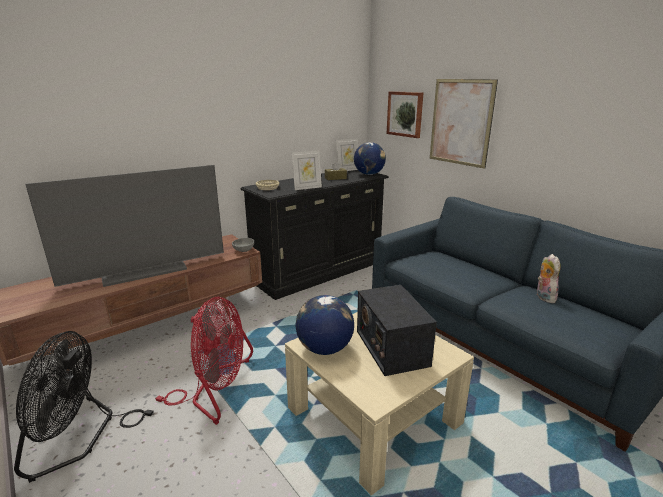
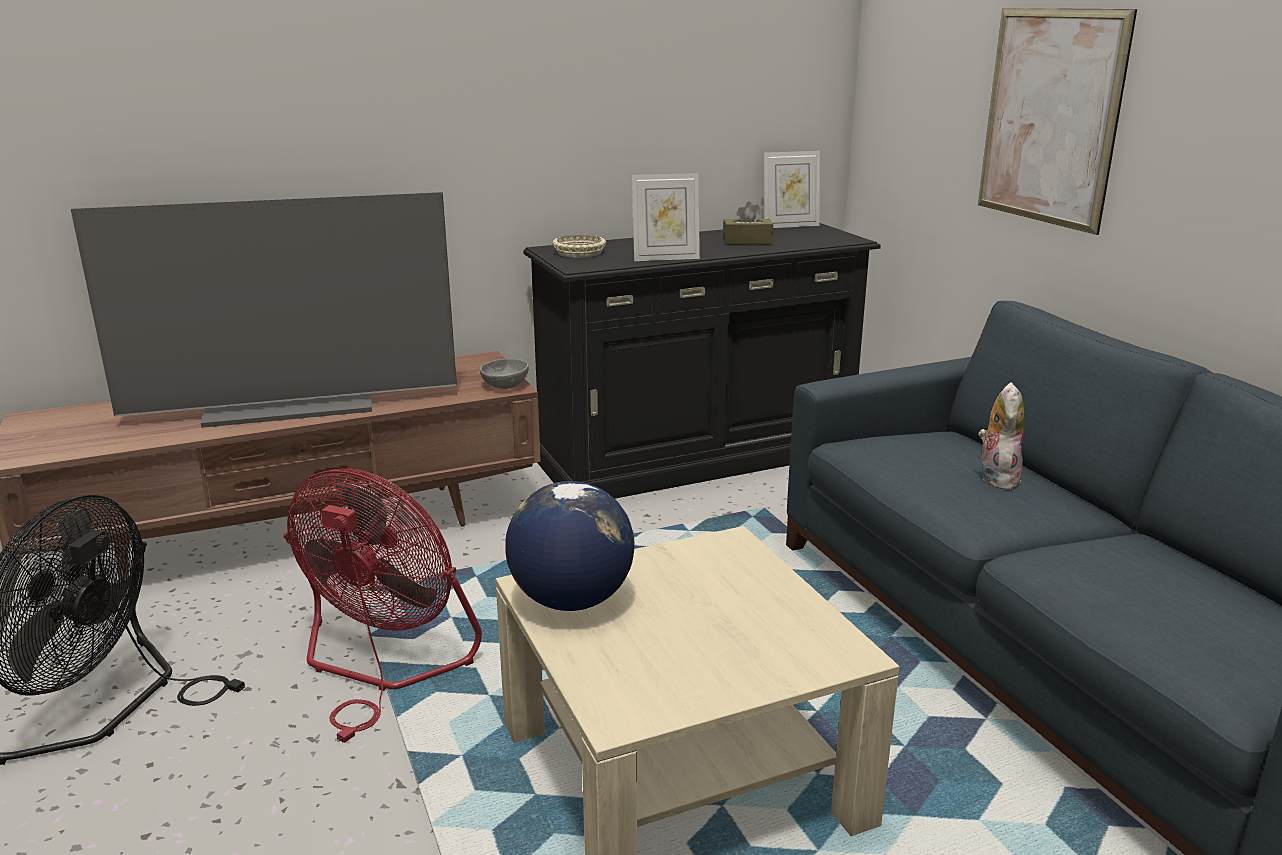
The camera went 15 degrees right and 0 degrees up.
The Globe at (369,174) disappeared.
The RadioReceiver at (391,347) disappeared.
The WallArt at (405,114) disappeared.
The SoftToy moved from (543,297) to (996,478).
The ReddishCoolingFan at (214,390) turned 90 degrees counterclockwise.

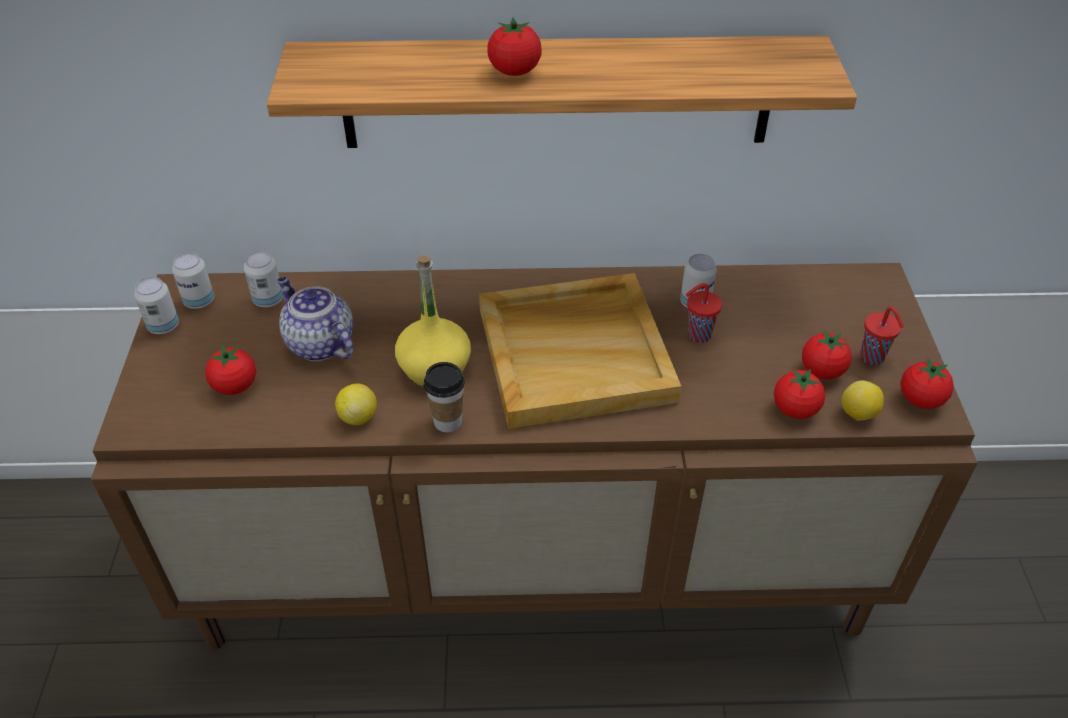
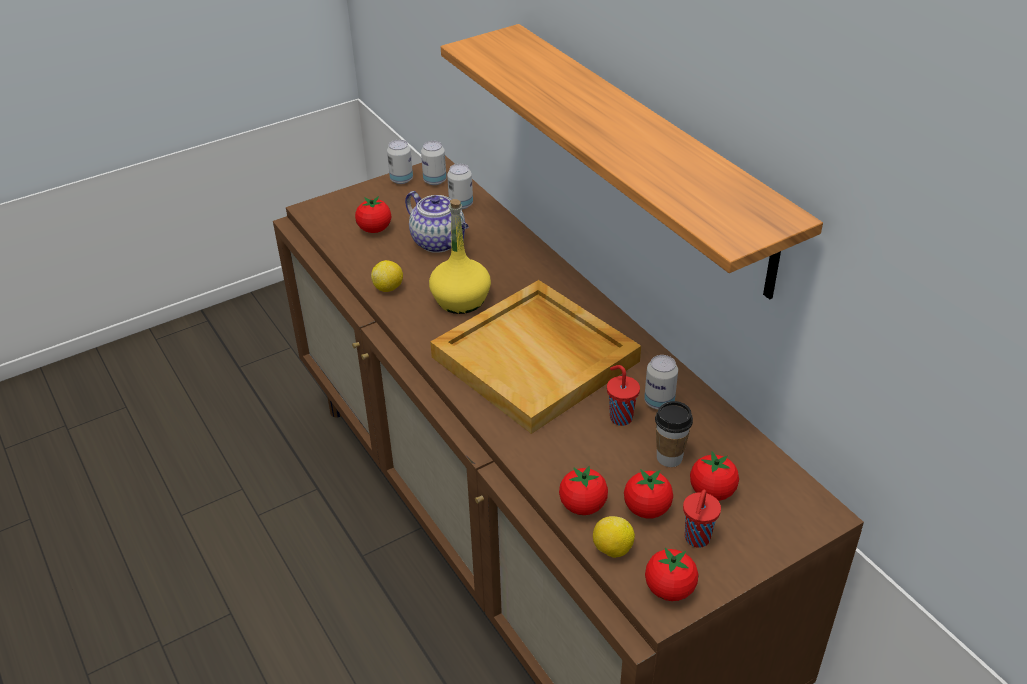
The camera went 60 degrees right and 5 degrees down.
The Cup moved from (448,422) to (669,458).
The FreshTomato moved from (514,71) to (712,492).
The TeaPot at (319,344) turned 120 degrees clockwise.

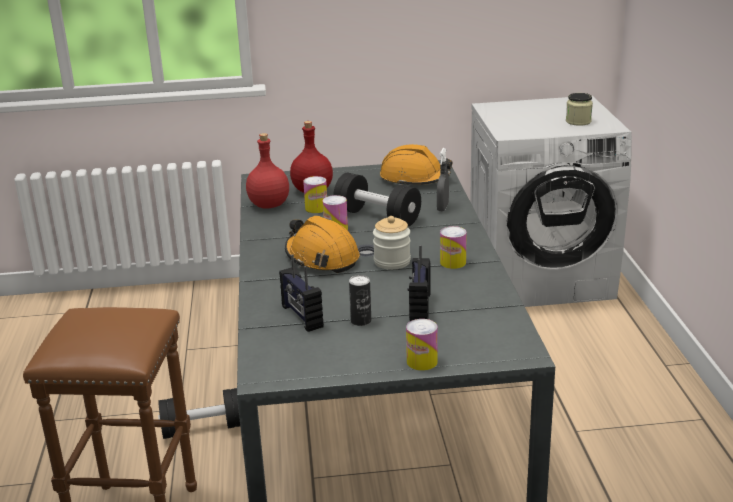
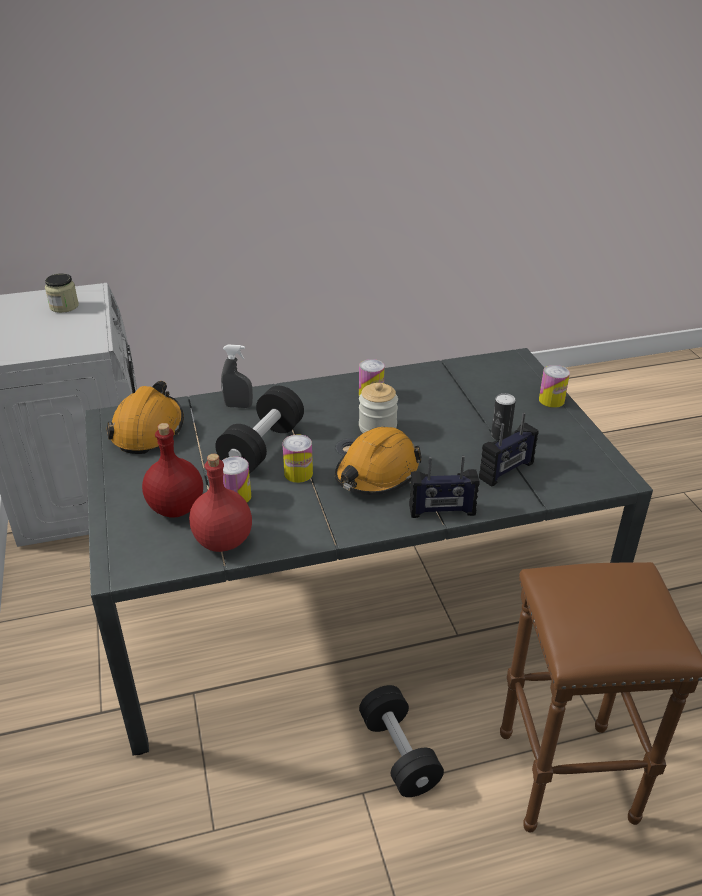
The camera went 100 degrees left and 10 degrees up.
The RadioReceiver moved from (419,307) to (442,511).

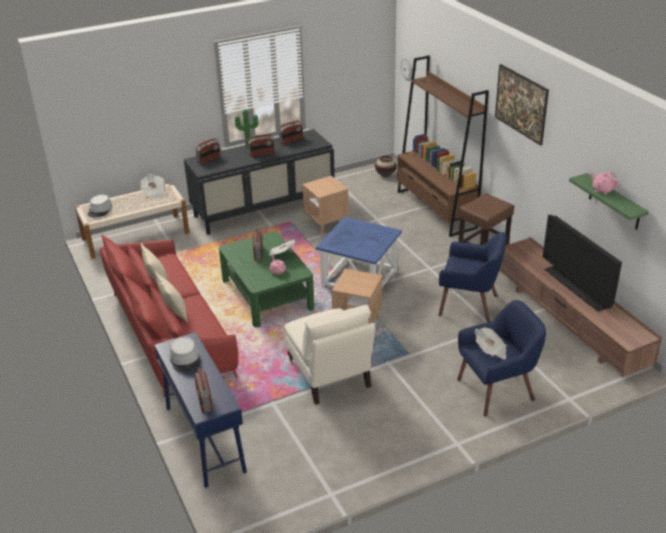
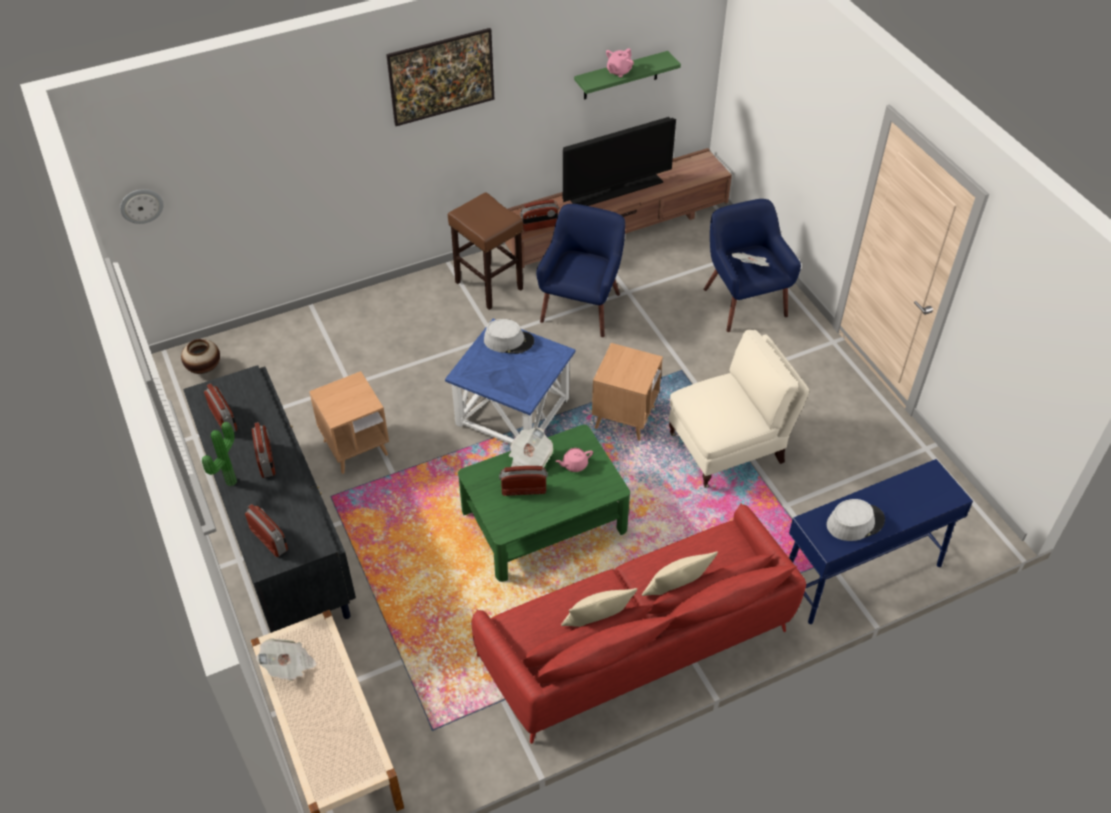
The camera went 90 degrees left and 15 degrees up.
The BrownColouredShelvingUnit at (436,209) disappeared.
The GrayWearableHat moved from (100,210) to (508,341).
The RadioReceiver moved from (204,400) to (539,226).

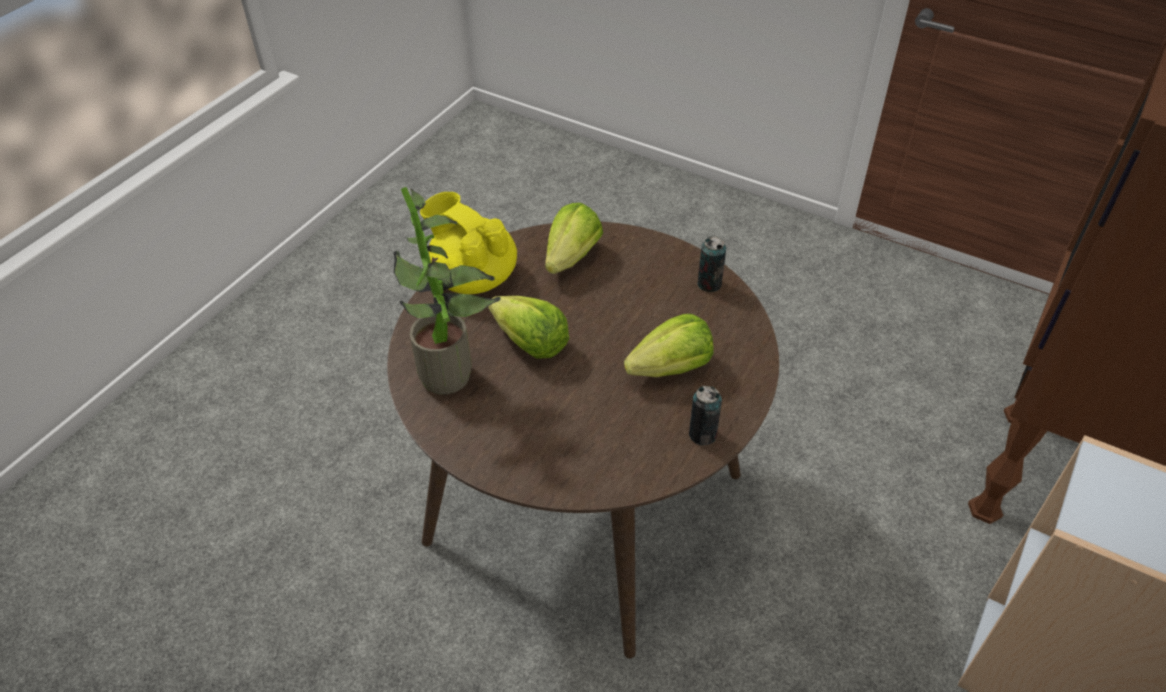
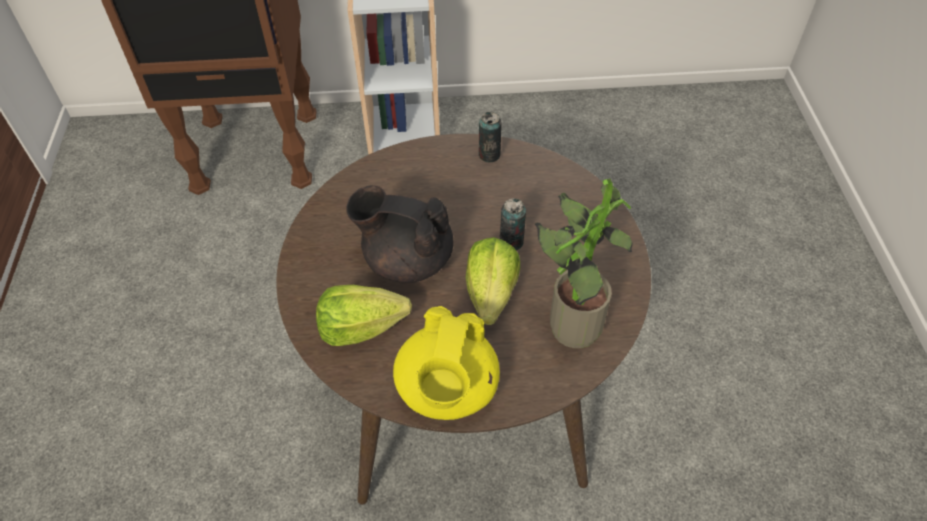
The camera went 125 degrees left and 5 degrees up.
The LettuceHead at (671,368) disappeared.
The BlackColouredTeaPot at (407,259) appeared.
The SealedCan moved from (709,284) to (511,242).

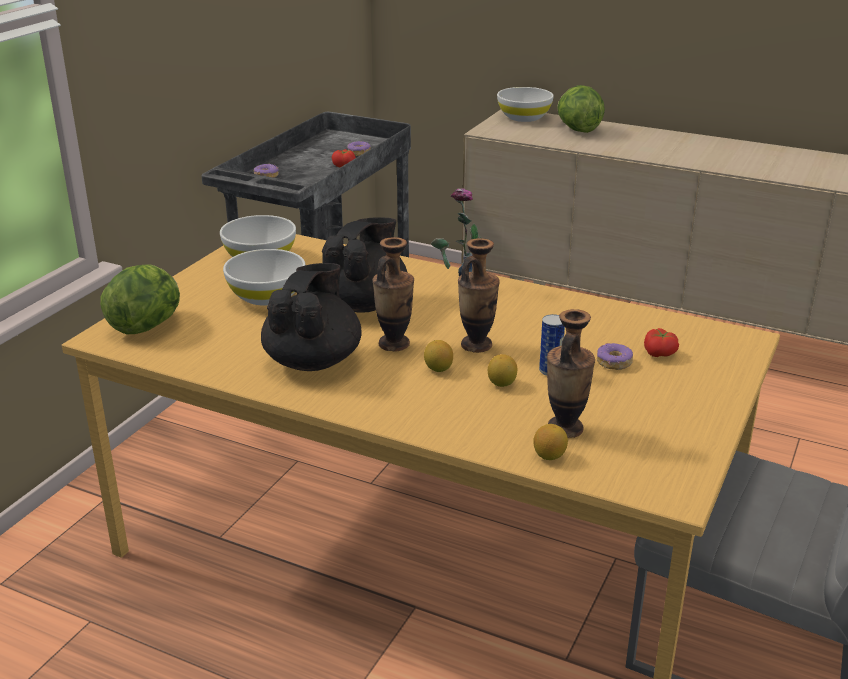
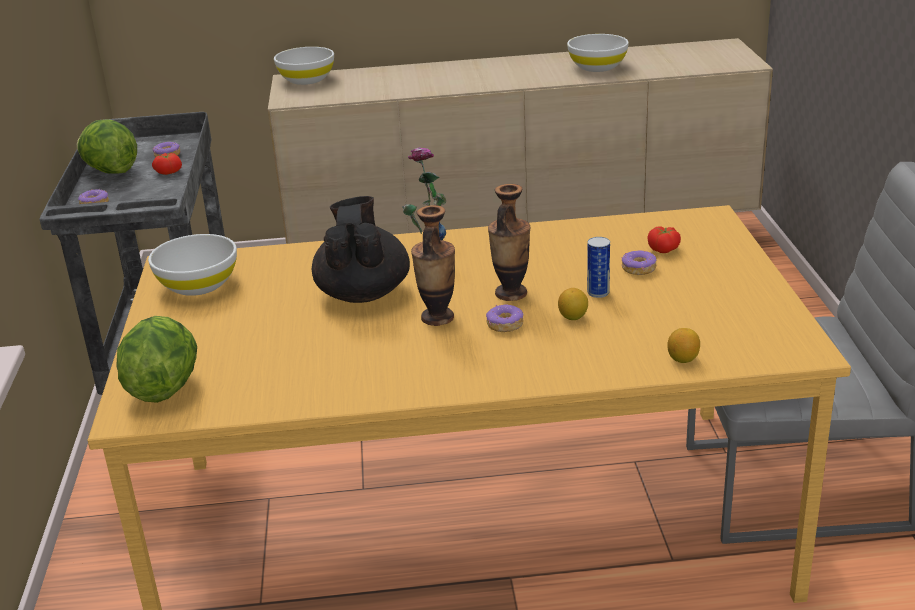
The camera went 30 degrees left and 0 degrees up.
The BlackColouredTeaPot at (313,360) disappeared.
The DecorativeVase at (565,428) disappeared.
The WhiteColouredServingBowl moved from (267,296) to (597,67).
The LettuceHead moved from (577,129) to (110,171).
The Lemon at (438,369) was replaced by the RingDoughnut at (504,324).

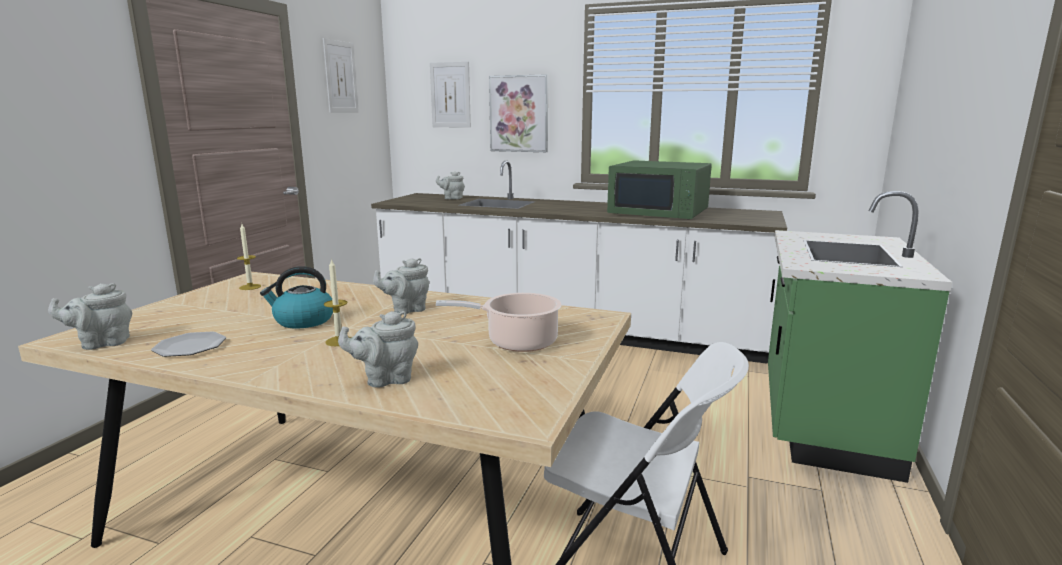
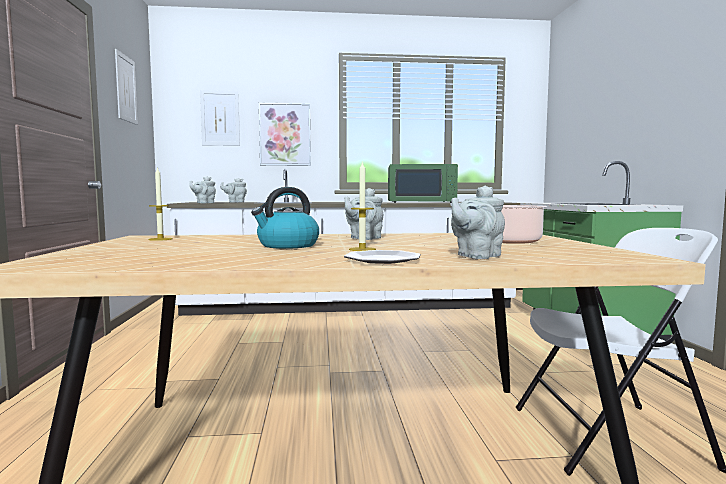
The camera went 25 degrees left and 10 degrees down.
The GrayTeaPot moved from (102,343) to (204,203).
The DinnerPlate moved from (189,347) to (382,260).

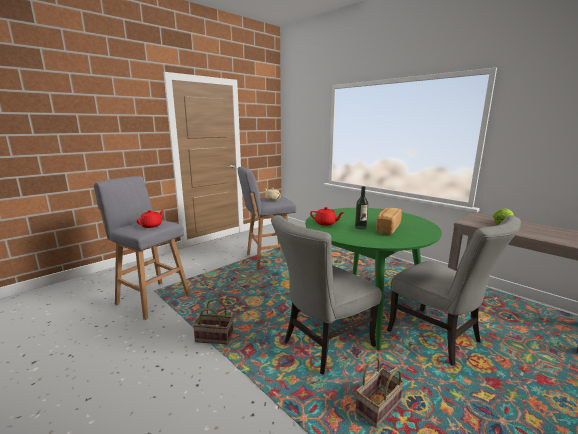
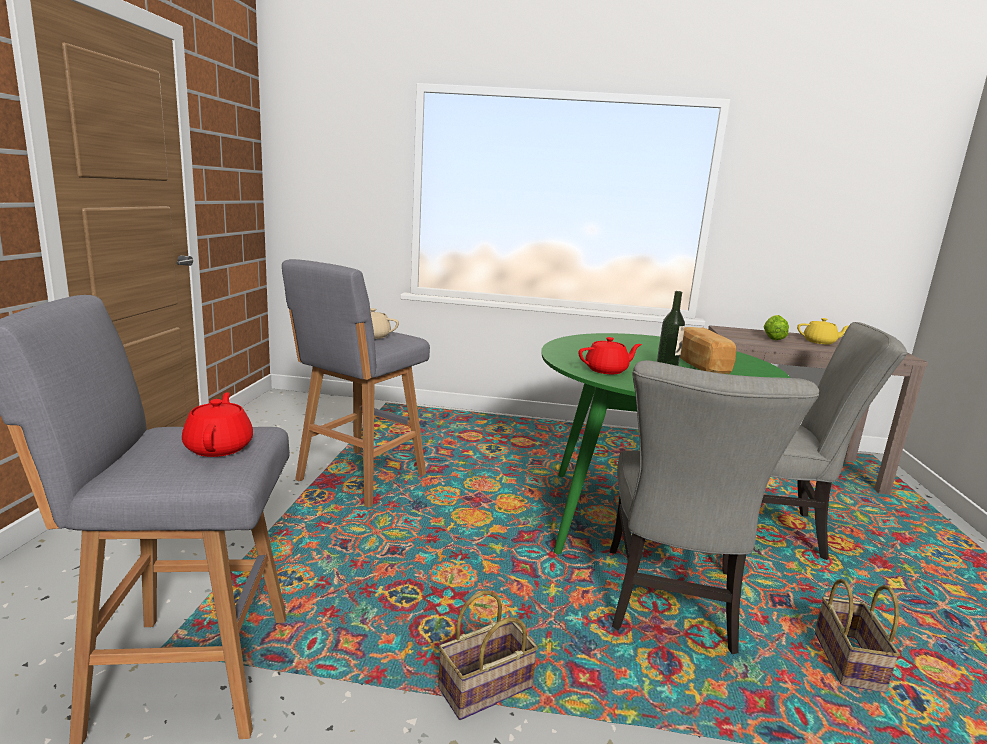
The camera went 40 degrees left and 0 degrees up.
The YellowColouredTeaPot at (820,342) appeared.

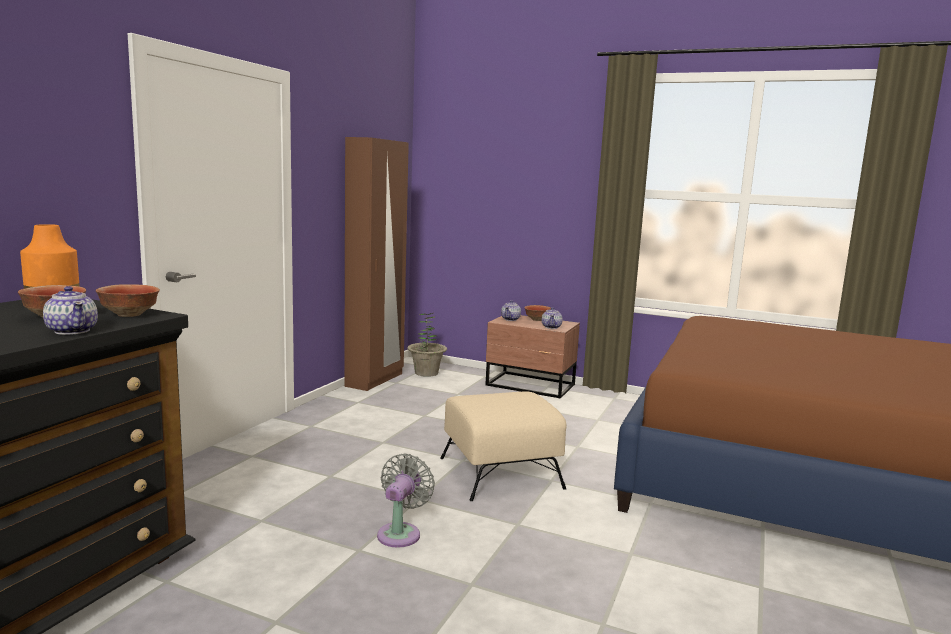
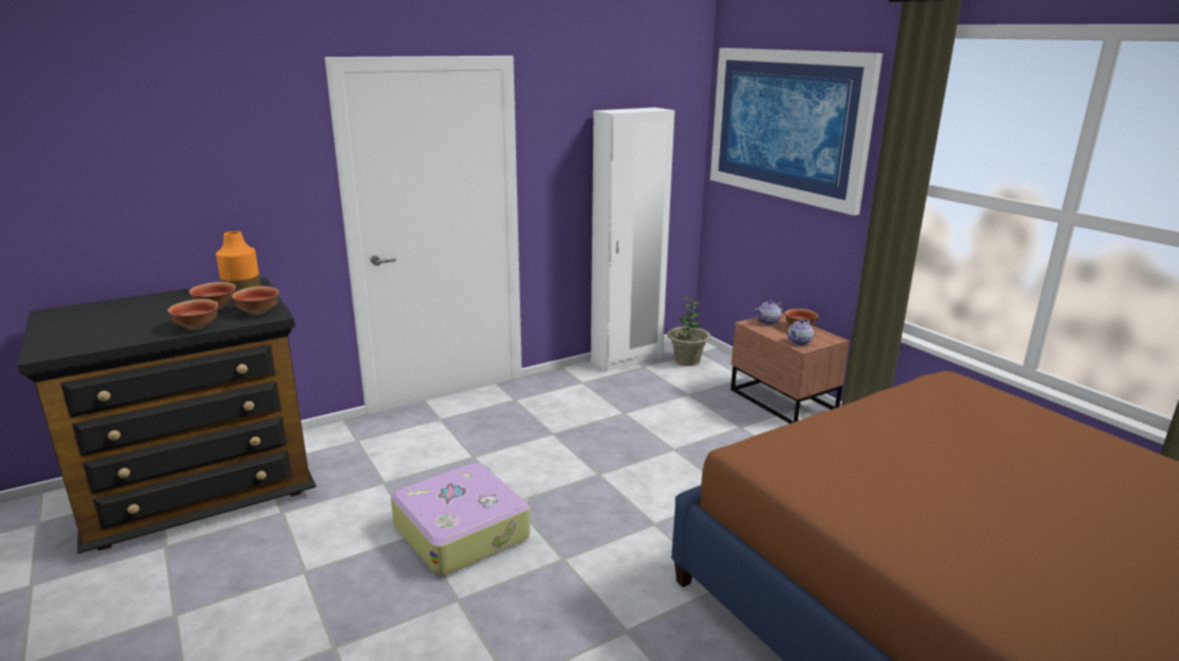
The camera went 35 degrees right and 10 degrees up.
The SandColouredPouffe at (501,473) disappeared.
The WallArt at (787,125) appeared.
The TeaPot at (72,331) was replaced by the ServingBowl at (198,327).
The GrayCoolingFan at (401,533) was replaced by the TravelCase at (462,531).
The BrownColouredClothesCupboard at (375,380) became the WhiteColouredClothesCupboard at (627,359).

